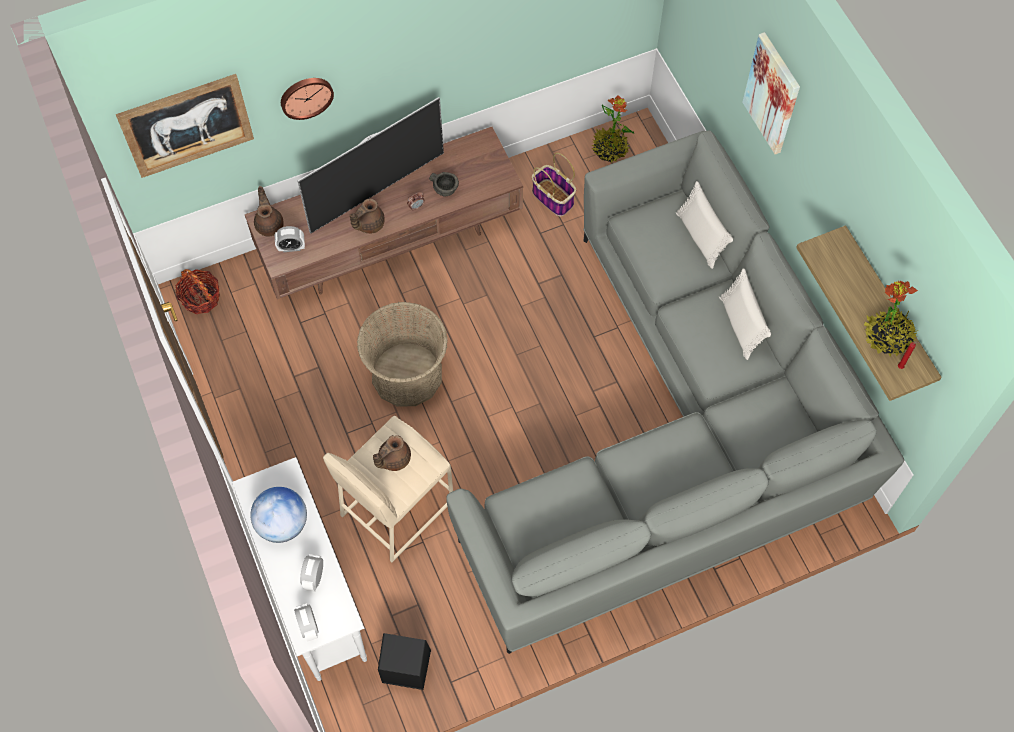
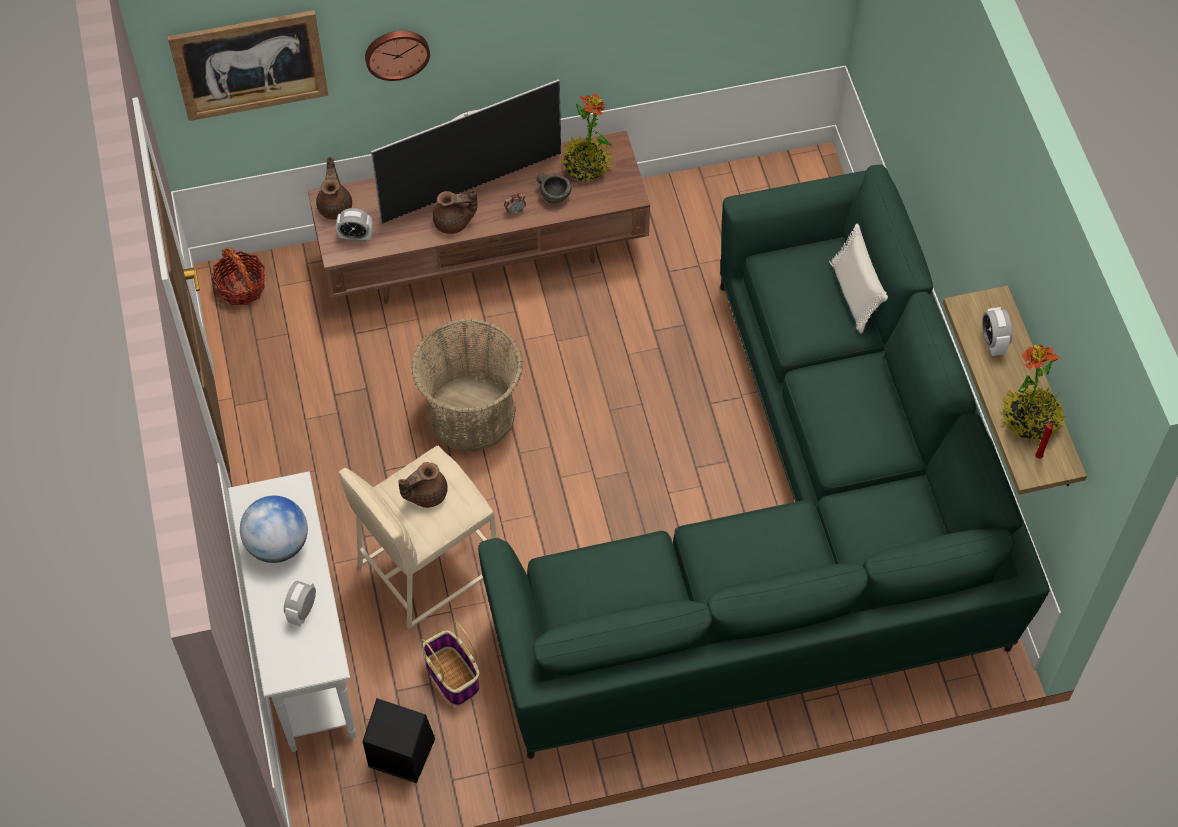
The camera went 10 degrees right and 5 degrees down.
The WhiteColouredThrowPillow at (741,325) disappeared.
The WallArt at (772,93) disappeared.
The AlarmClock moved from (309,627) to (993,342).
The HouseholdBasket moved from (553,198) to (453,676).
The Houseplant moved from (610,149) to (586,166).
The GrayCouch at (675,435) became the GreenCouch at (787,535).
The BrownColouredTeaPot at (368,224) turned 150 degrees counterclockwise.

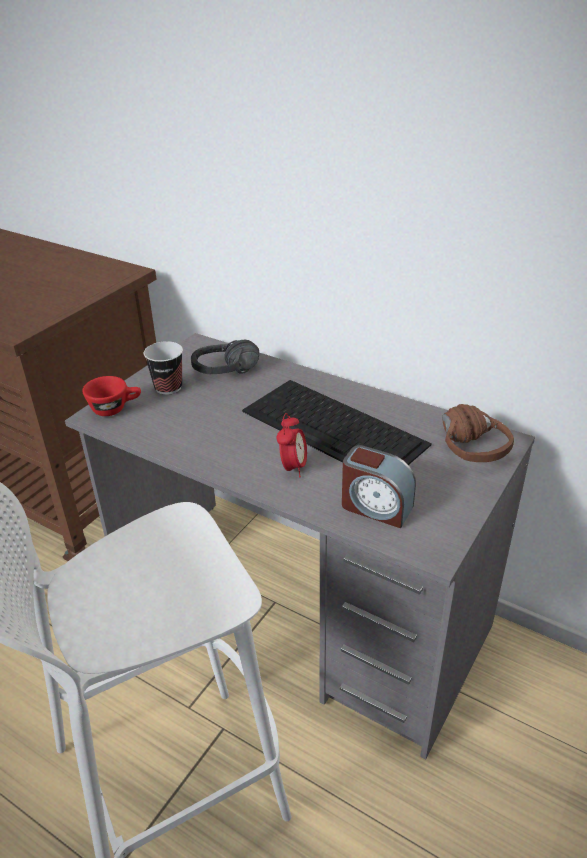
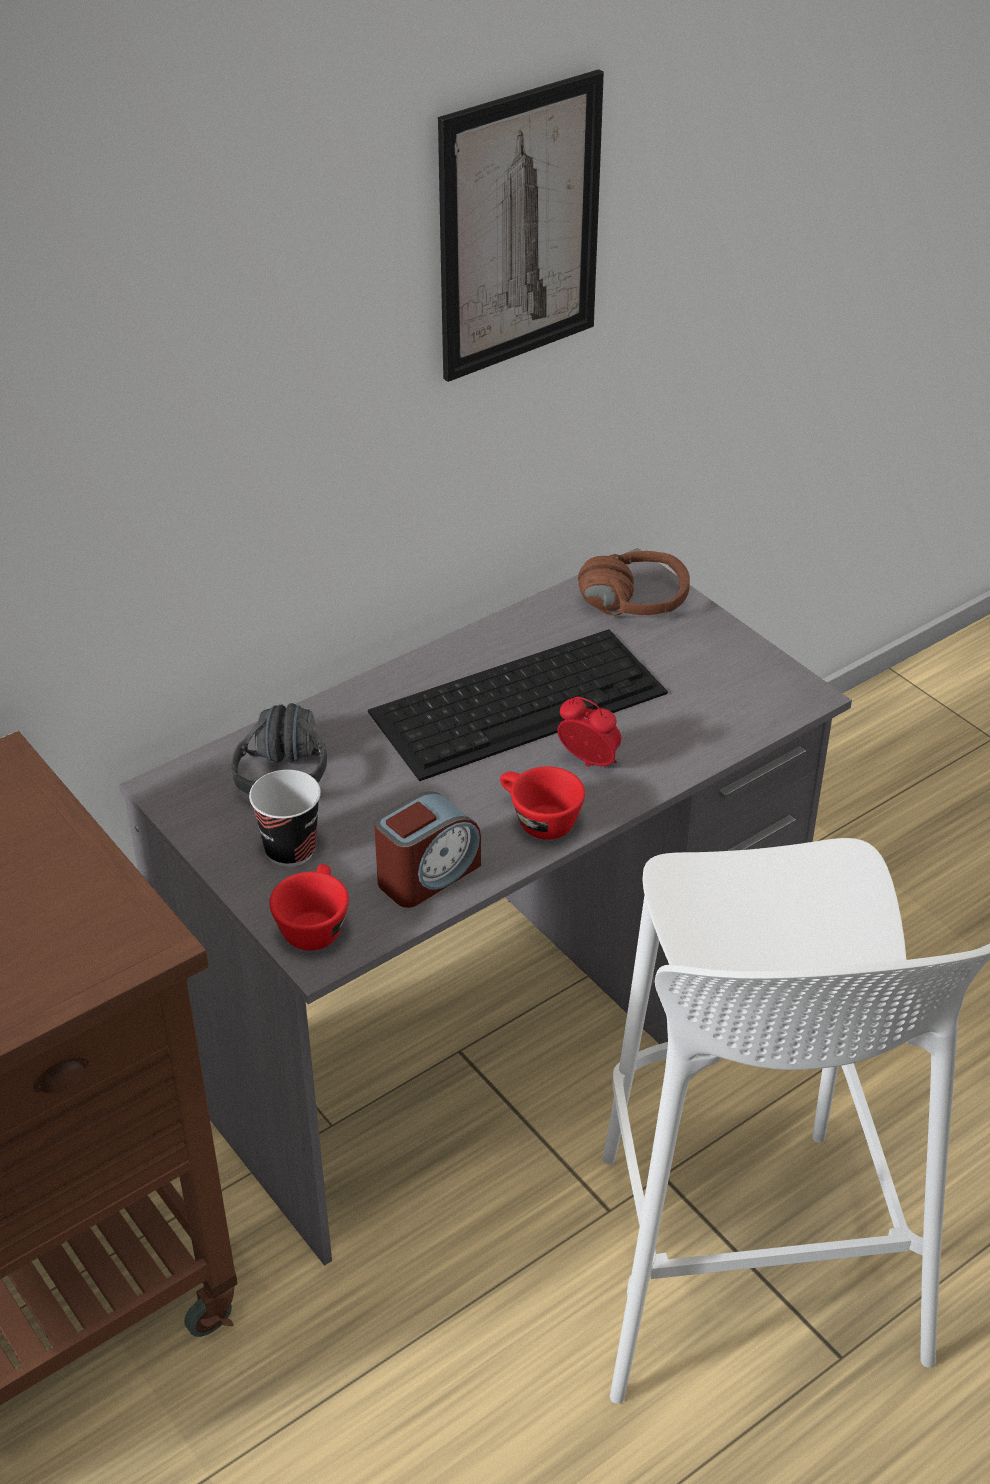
The camera went 70 degrees left and 5 degrees up.
The WallArt at (518,227) appeared.
The ReddishCup at (537,820) appeared.
The AlarmClock moved from (376,507) to (427,874).

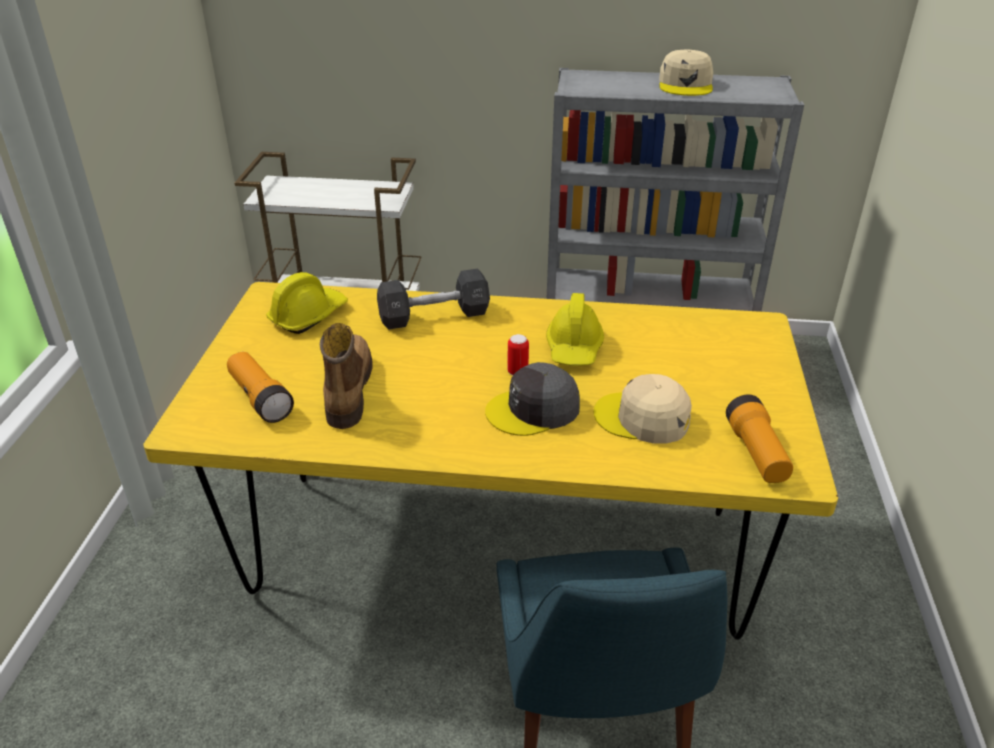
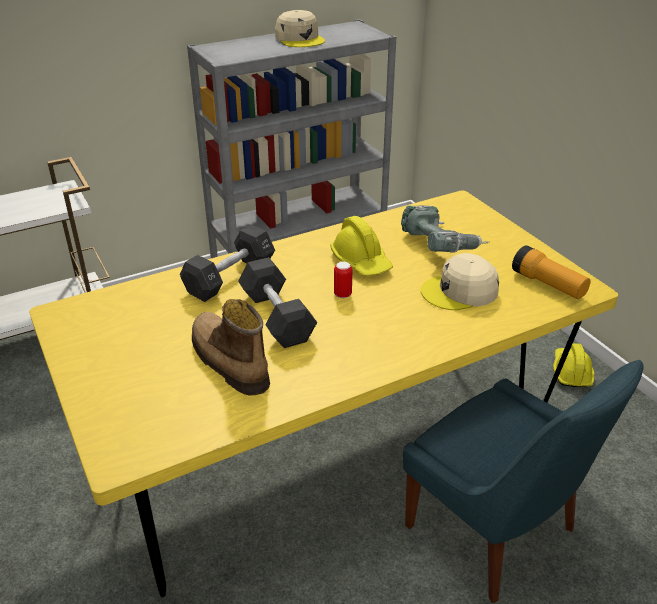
The camera went 35 degrees left and 0 degrees up.
The Flashlight at (260,399) disappeared.
The GrayCap at (533,410) disappeared.
The BlackColouredFreeWeight at (277,317) appeared.
The PowerDrill at (440,246) appeared.
The YellowColouredSafetyHelmet moved from (308,316) to (571,372).

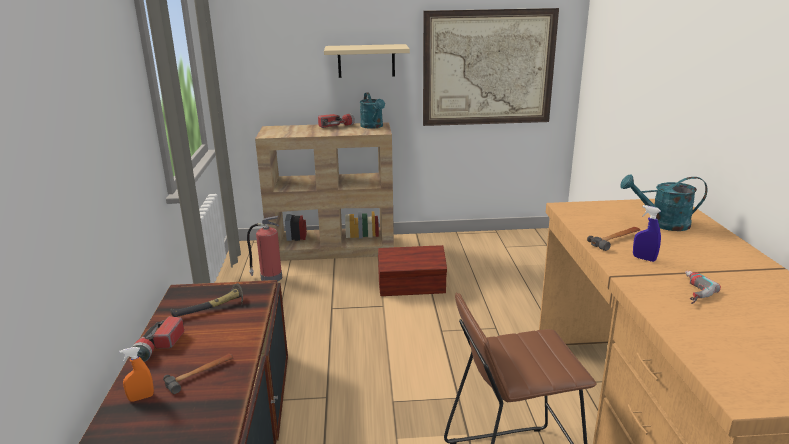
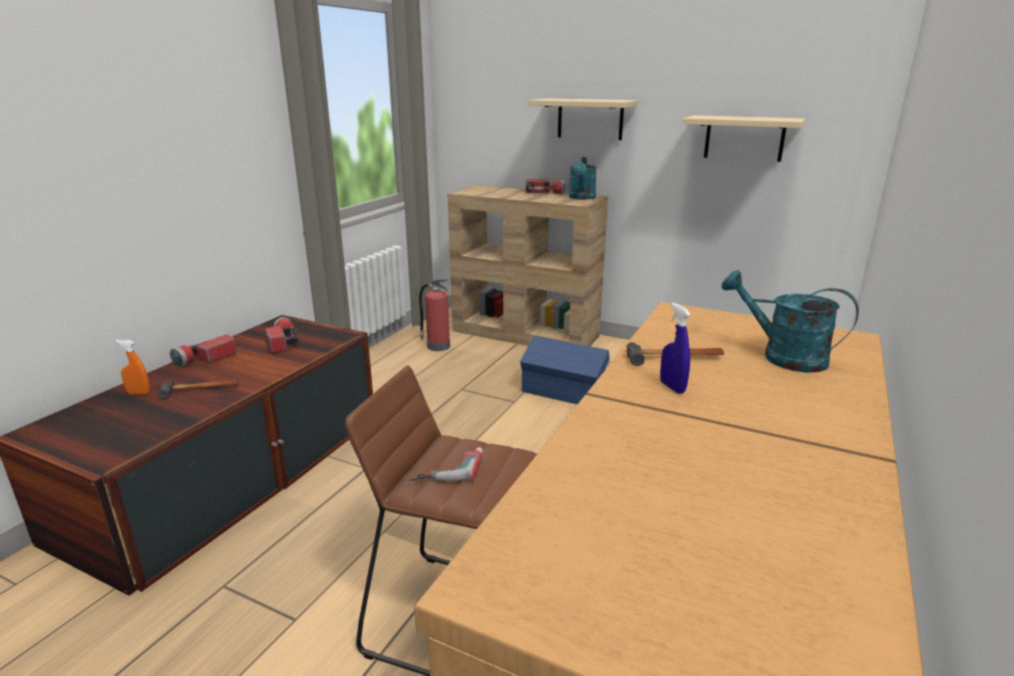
The camera went 30 degrees right and 0 degrees up.
The PowerDrill moved from (689,290) to (449,469).
The ToolHammer at (213,309) was replaced by the Flashlight at (283,342).
The WallArt at (488,68) was replaced by the SandColouredShelf at (744,138).
The BrownColouredStorageContainer at (412,288) became the BluishStorageContainer at (565,393).

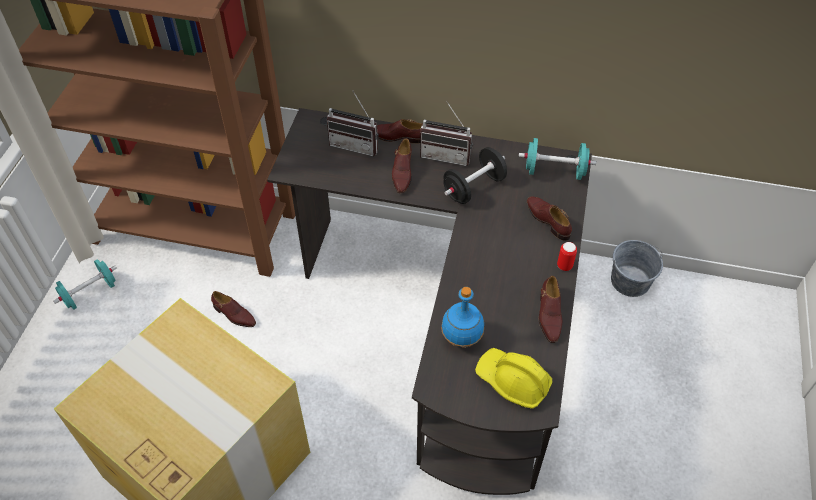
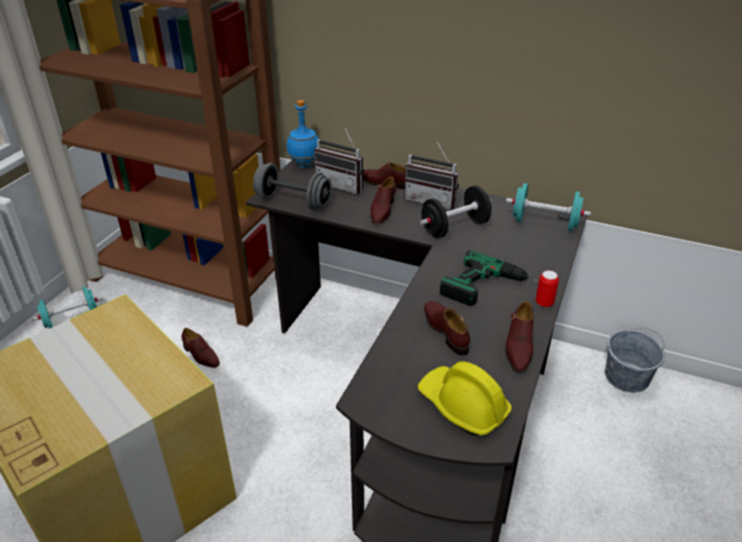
The camera went 10 degrees right and 15 degrees down.
The GrayFreeWeight at (293,202) appeared.
The PowerDrill at (491,289) appeared.
The BluishBeverageBottle moved from (461,339) to (304,165).
The BrownColouredShoe moved from (548,220) to (446,331).

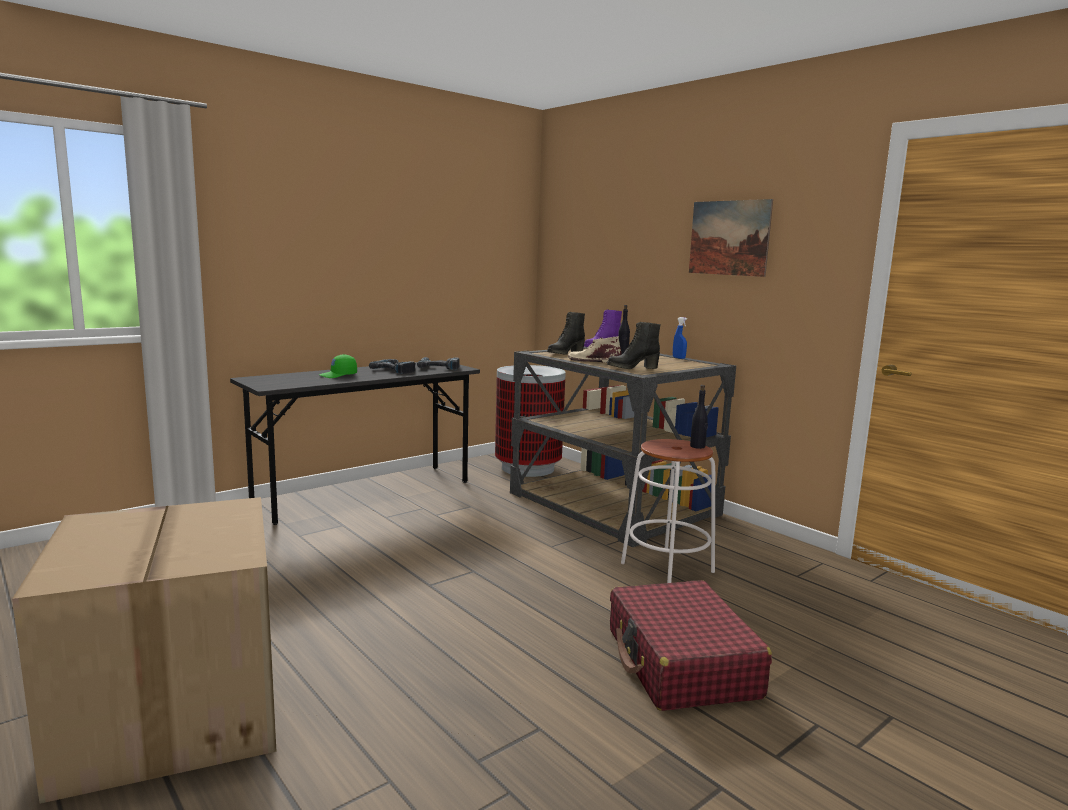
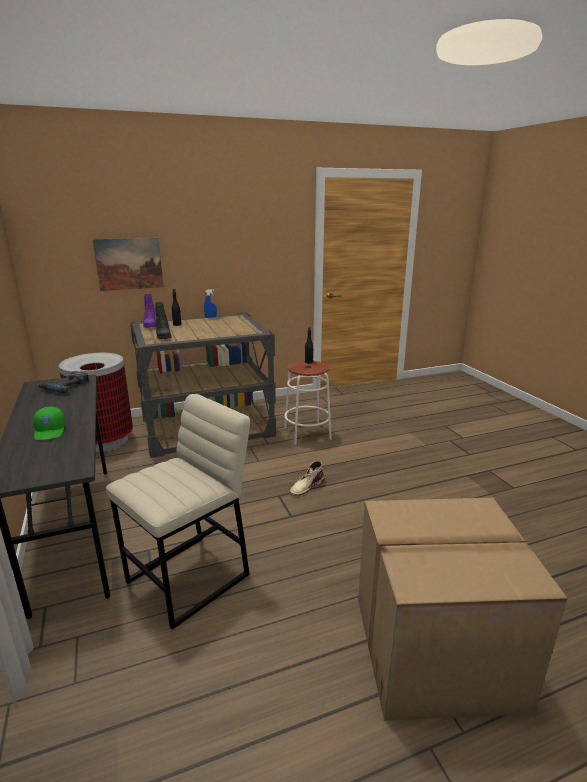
The camera went 70 degrees left and 10 degrees up.
The PowerDrill at (396,370) disappeared.
The BlackColouredBoot at (632,368) disappeared.
The ReddishTravelCase at (681,663) disappeared.
The SandColouredPlainChair at (190,576) appeared.
The SandColouredBoot moved from (594,361) to (306,486).
The WallArt moved from (729,238) to (129,264).

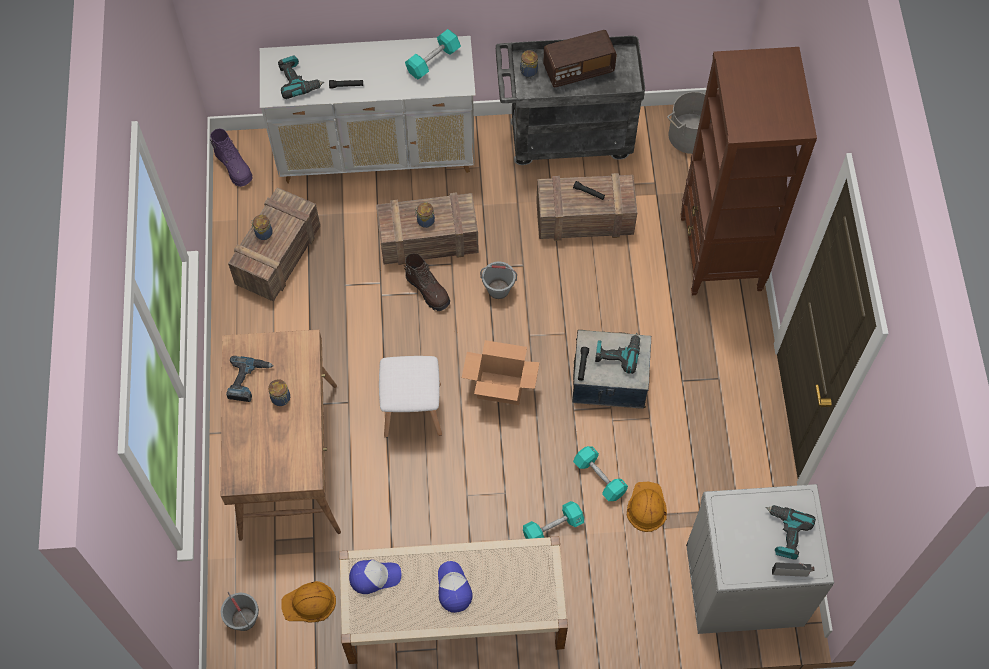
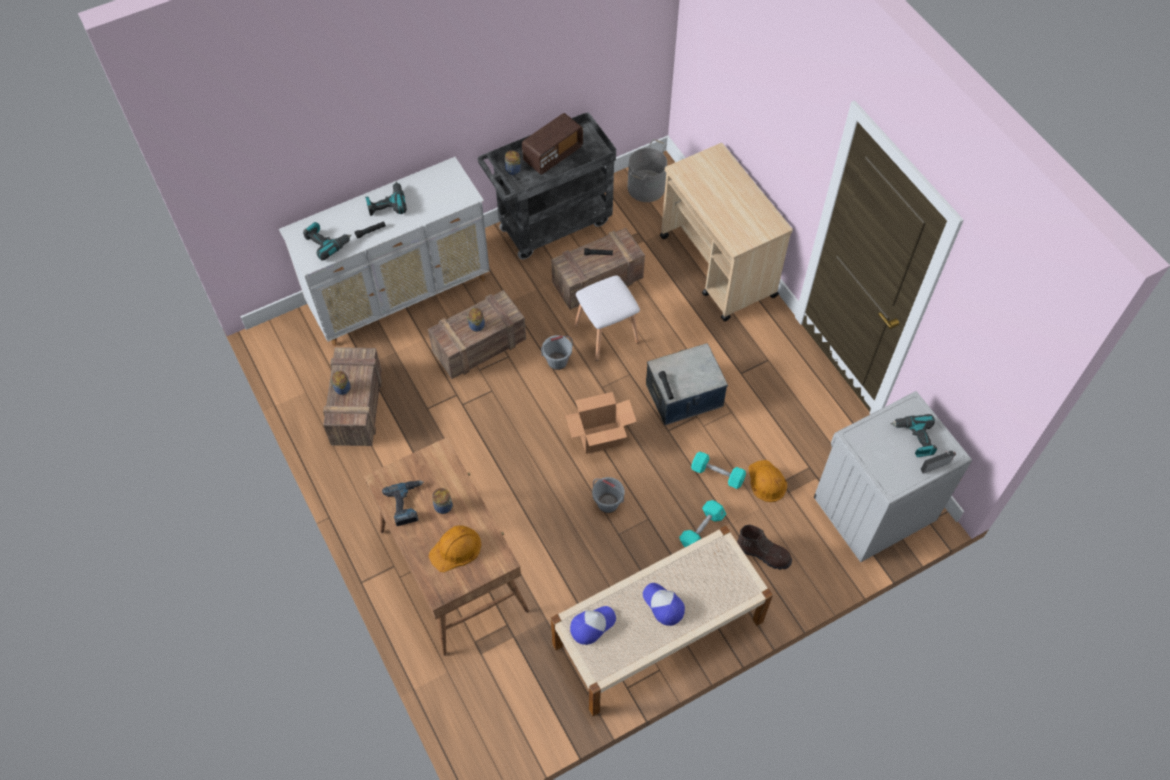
The camera went 25 degrees left and 5 degrees down.
The PurpleColouredBoot at (234,167) disappeared.
The BlueGreenFreeWeight at (433,60) disappeared.
The GrayBucket moved from (243,619) to (607,503).
The OrangeSafetyHelmet moved from (309,603) to (456,549).
The WhiteColouredStoolSeat moved from (413,411) to (607,334).
The BrownColouredBoot moved from (428,290) to (763,553).
The PowerDrill moved from (617,353) to (386,204).
The BrownColouredShelvingUnit at (720,254) was replaced by the SandColouredWheeledCart at (718,267).

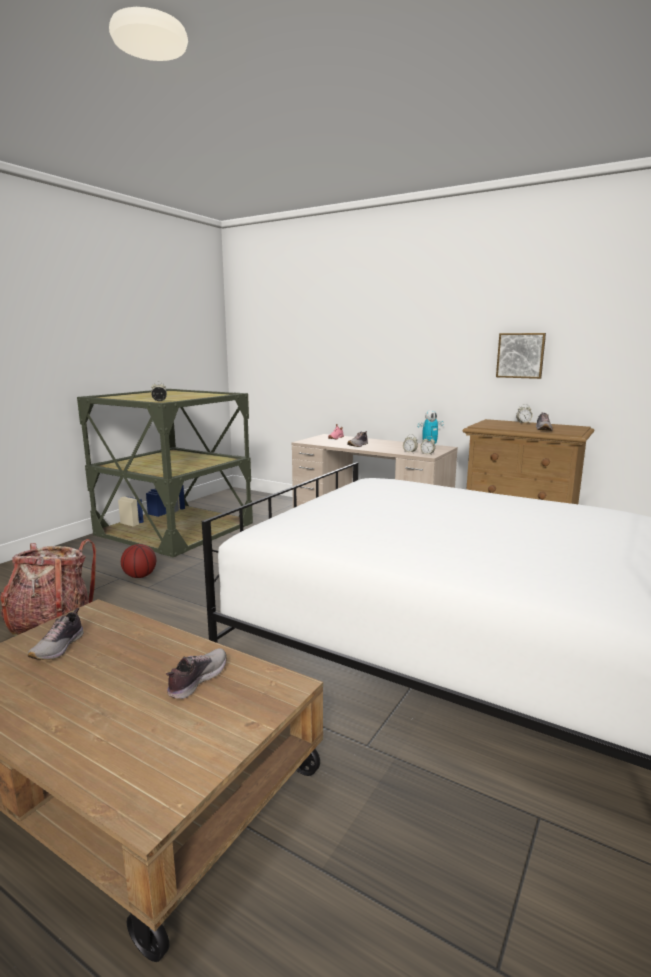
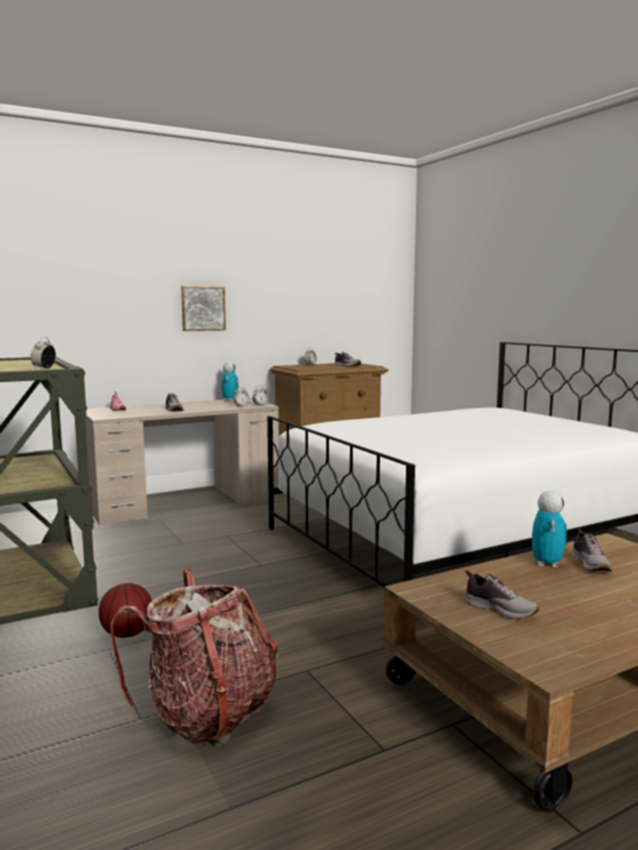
The camera went 60 degrees left and 5 degrees down.
The ModelRobot at (547,563) appeared.
The WallArt moved from (520,355) to (203,308).
The Shoe at (196,680) turned 150 degrees counterclockwise.

